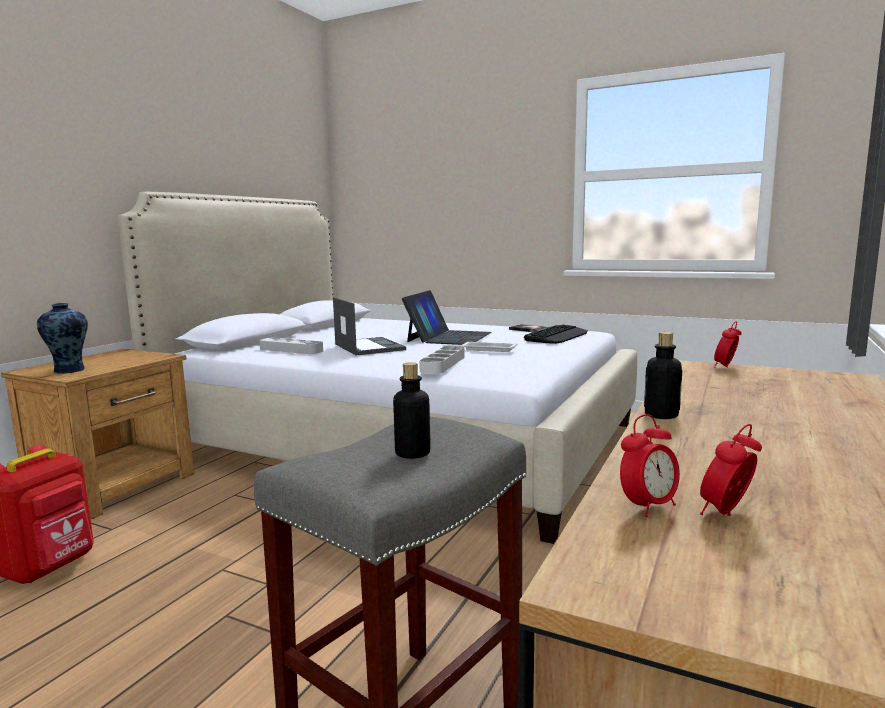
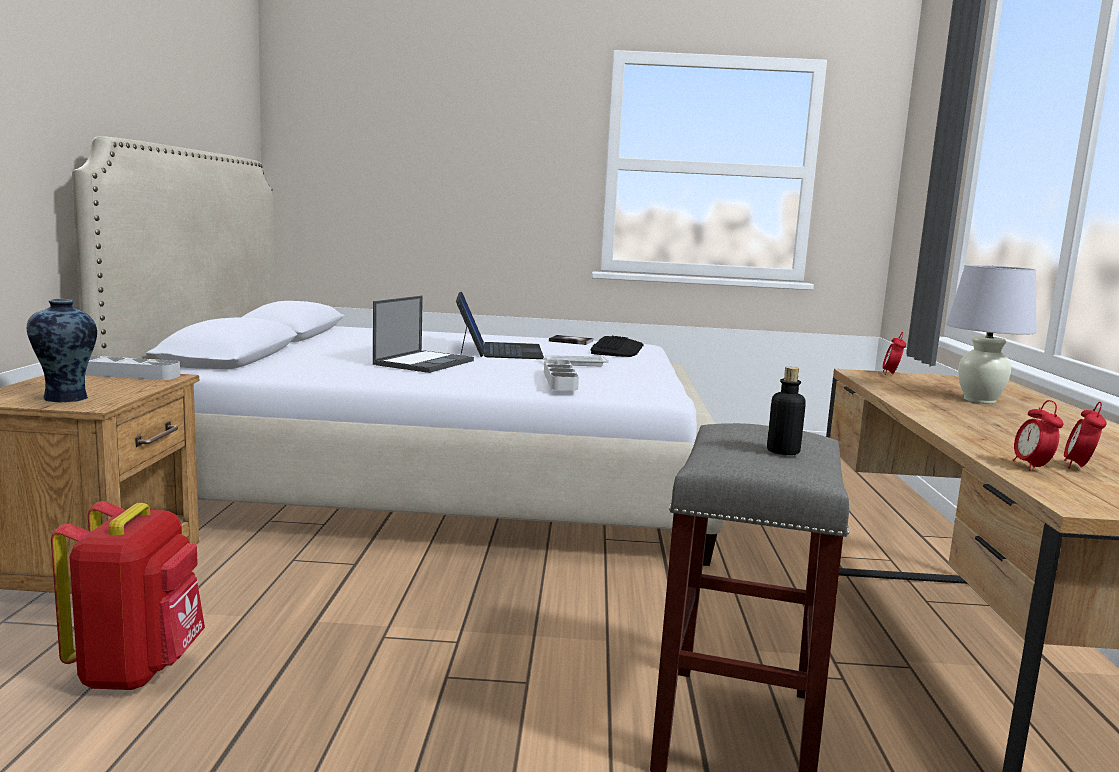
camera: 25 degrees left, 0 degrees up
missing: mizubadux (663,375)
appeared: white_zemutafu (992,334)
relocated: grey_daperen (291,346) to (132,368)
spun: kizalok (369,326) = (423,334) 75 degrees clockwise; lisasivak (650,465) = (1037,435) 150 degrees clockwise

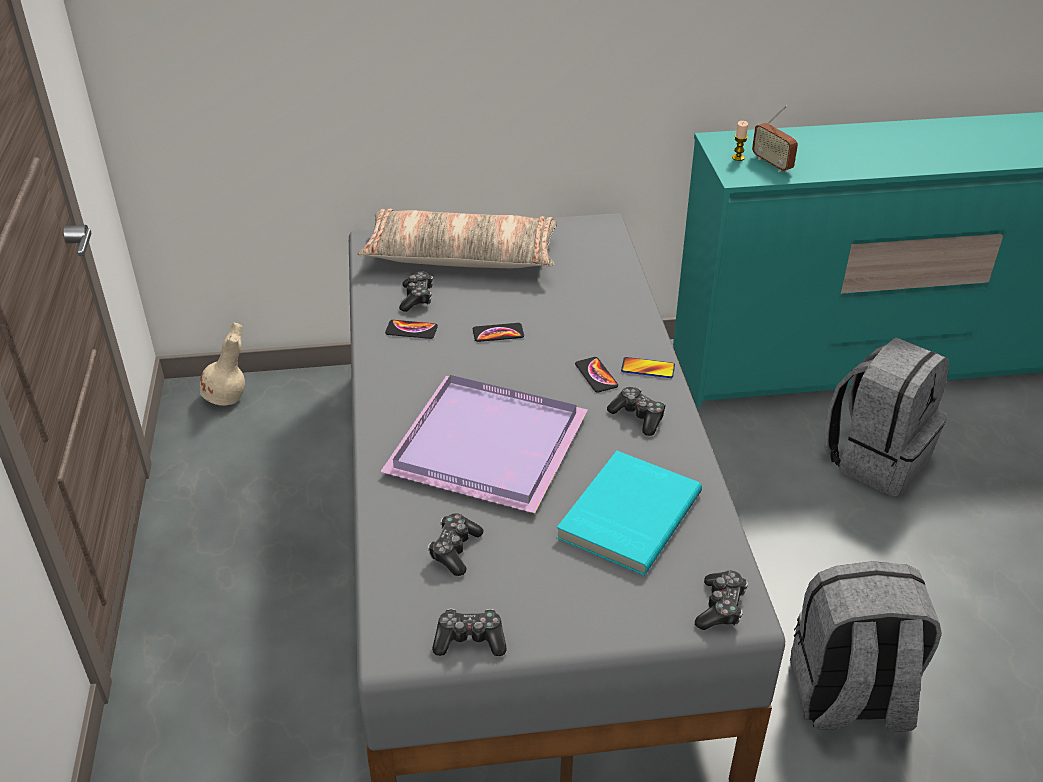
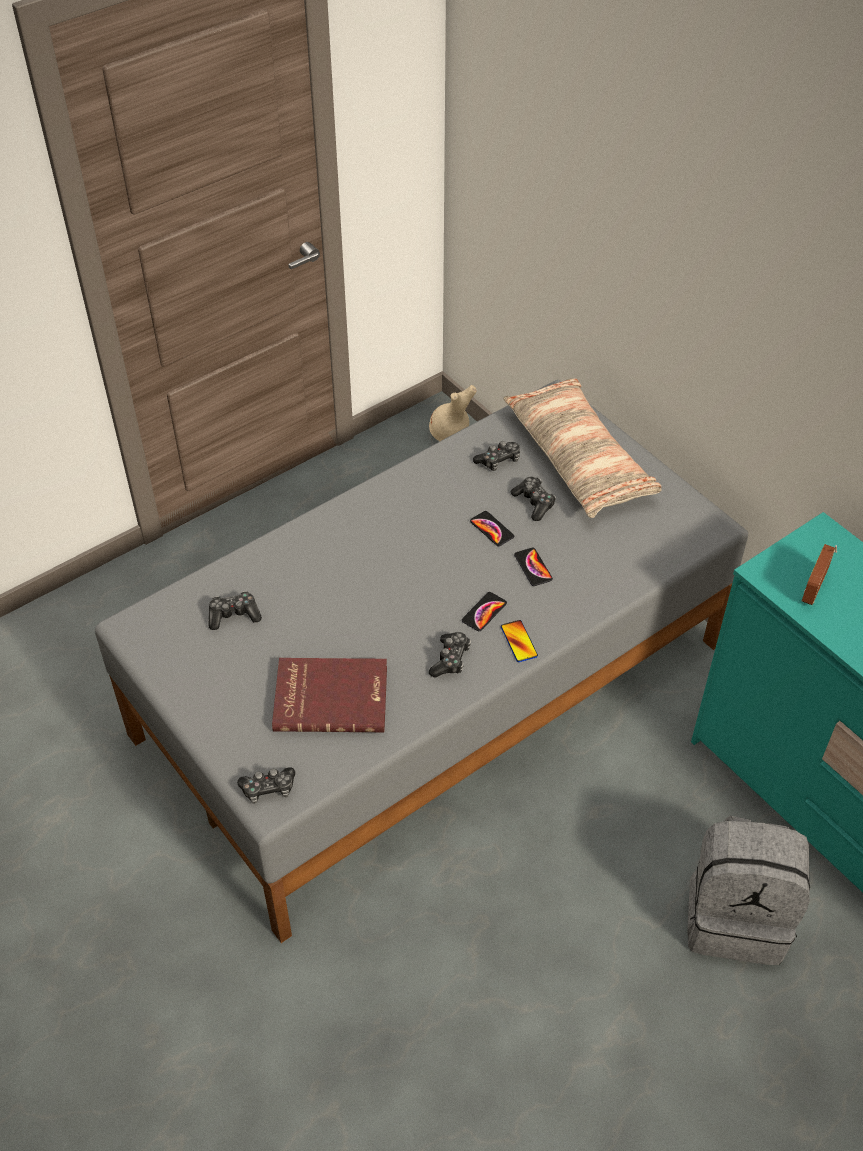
camera: 60 degrees right, 10 degrees up
missing: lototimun (740,141); purple_daperen (484,444); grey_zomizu (866,646)
relocated: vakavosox (411,329) to (533,567); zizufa (469,632) to (533,499)
colour: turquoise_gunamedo (629,513) to red_gunamedo (329,695)

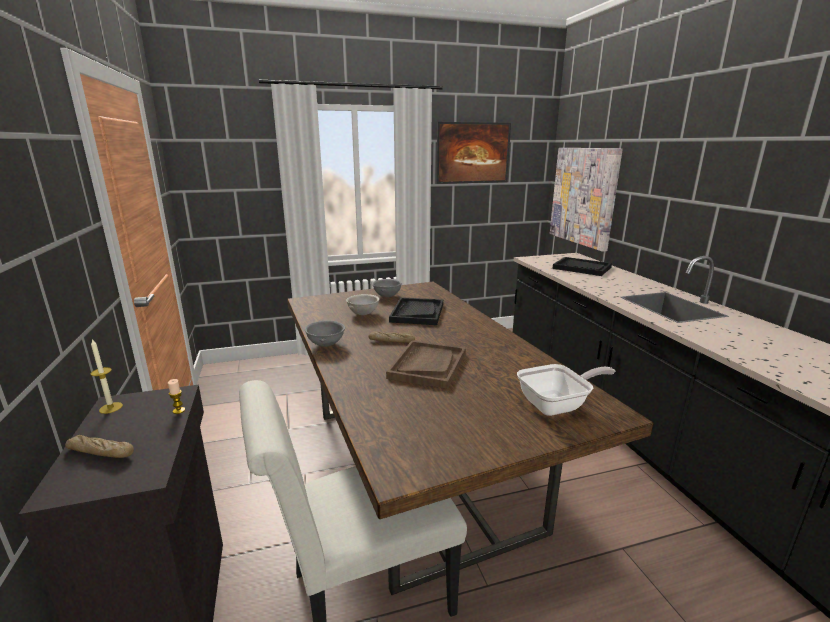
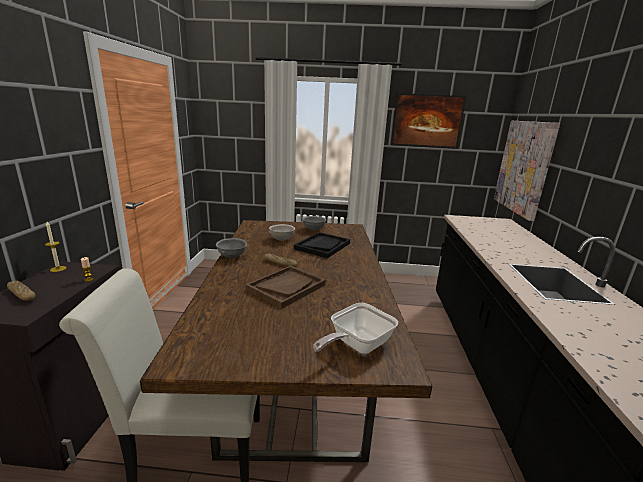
camera: 20 degrees right, 0 degrees up
missing: black_daperen (582,266)
spun: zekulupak (566,390) = (355,328) 135 degrees clockwise

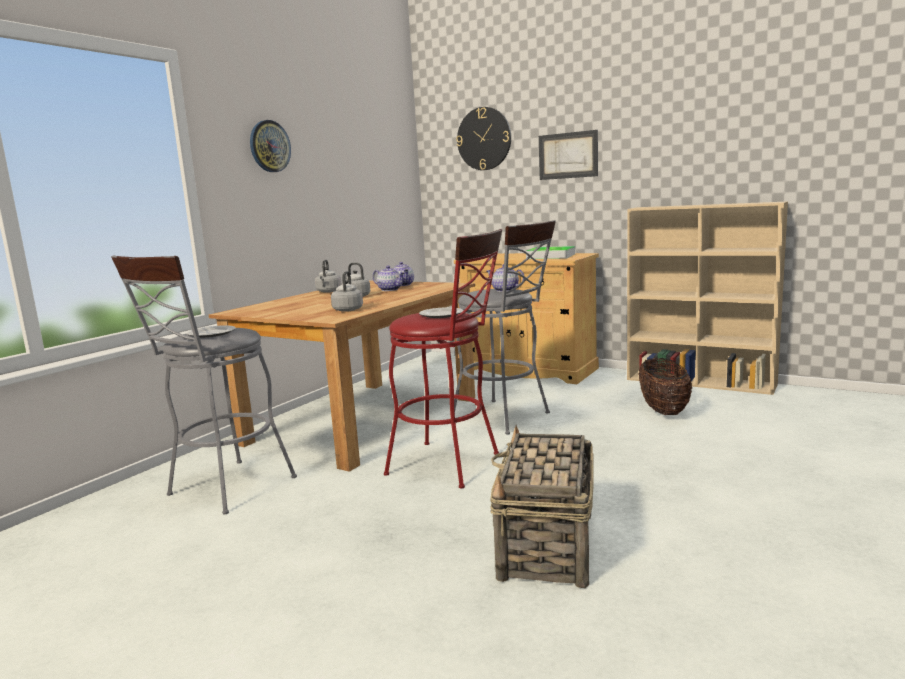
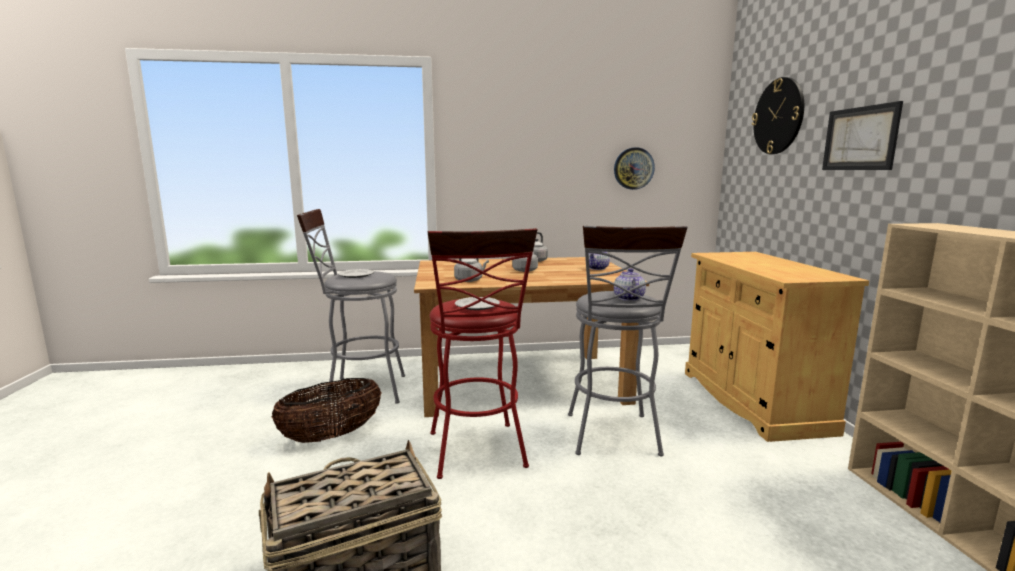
camera: 50 degrees right, 0 degrees up
missing: daperen (550,252); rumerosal (389,278)
relocated: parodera (270,146) to (634,168); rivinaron (665,386) to (326,410)

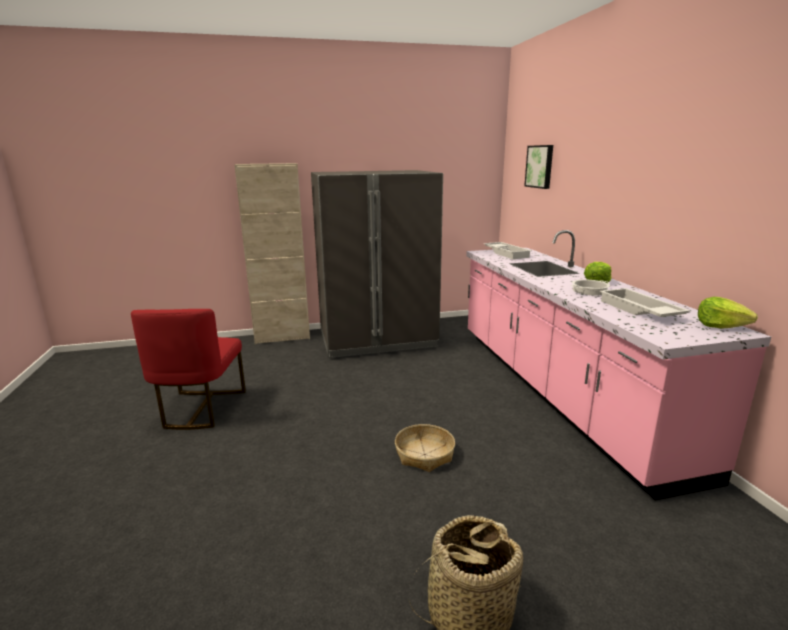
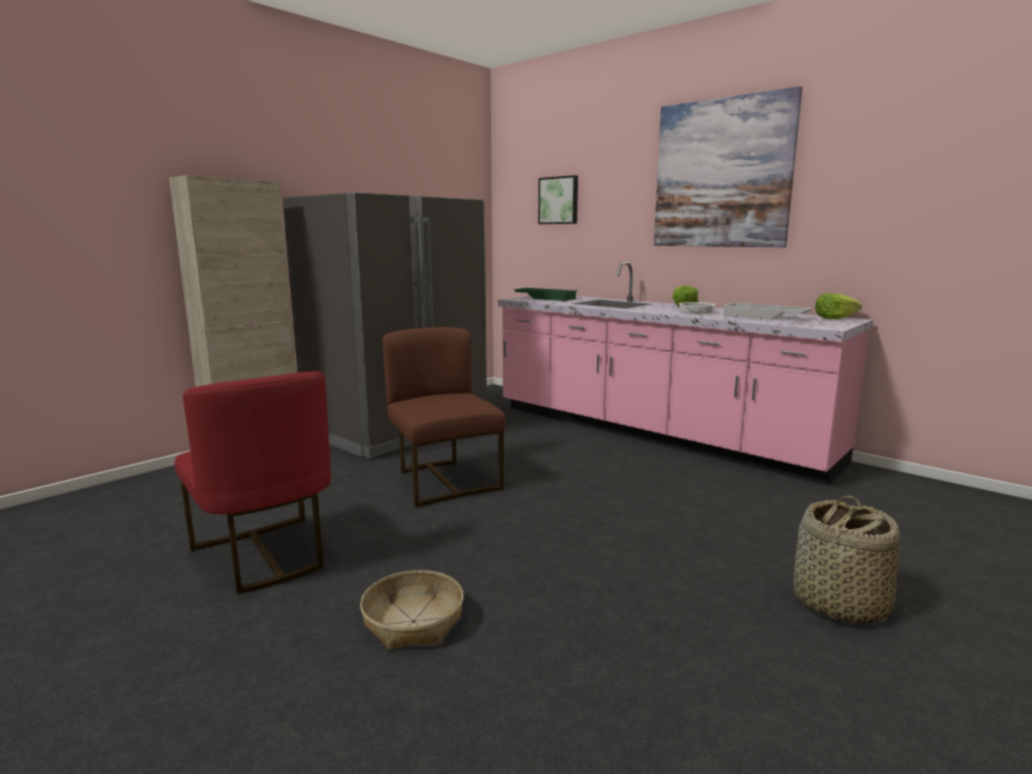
camera: 35 degrees left, 5 degrees down
appeared: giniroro (728,166); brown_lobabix (444,417)
relocated: rivinaron (425,448) to (412,610)
colour: white_daperen (508,250) to green_daperen (545,294)

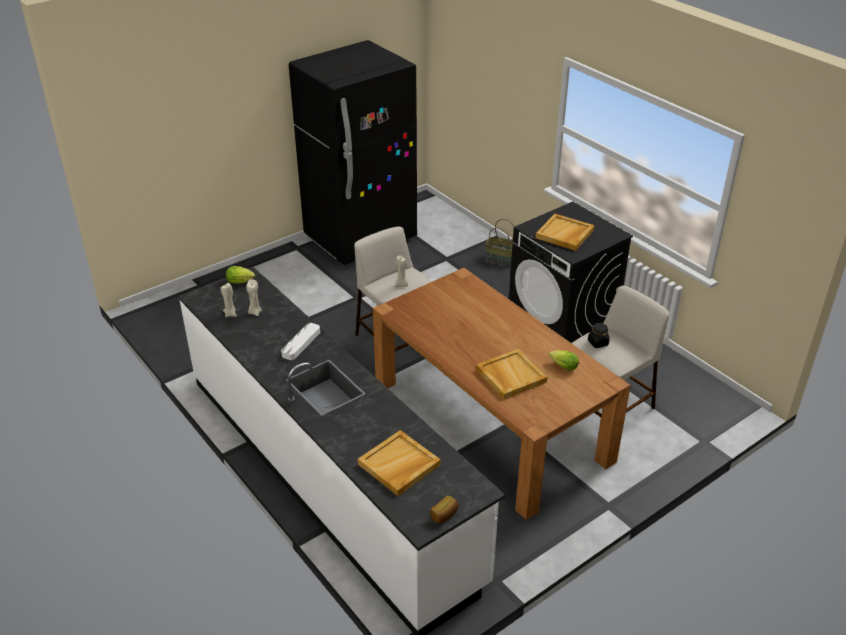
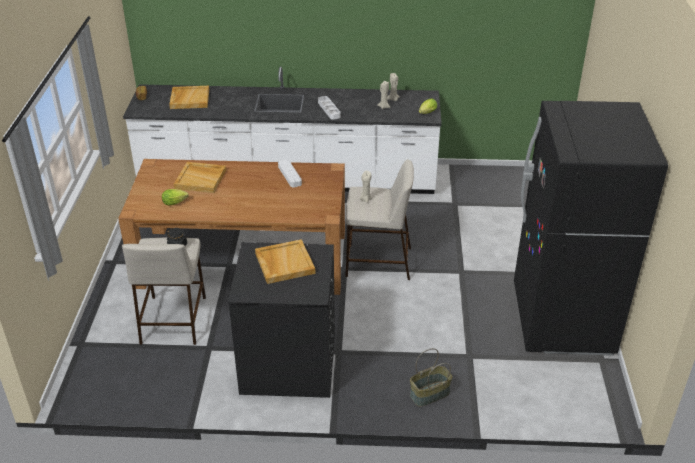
camera: 130 degrees right, 0 degrees up
appeared: white_daperen (290,173)

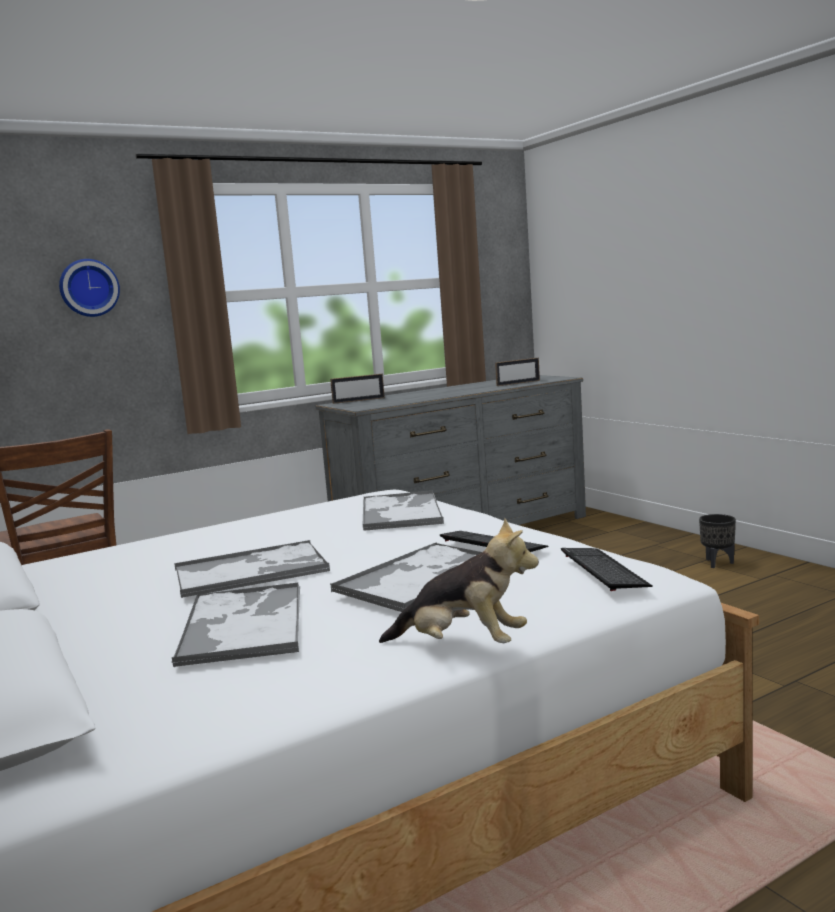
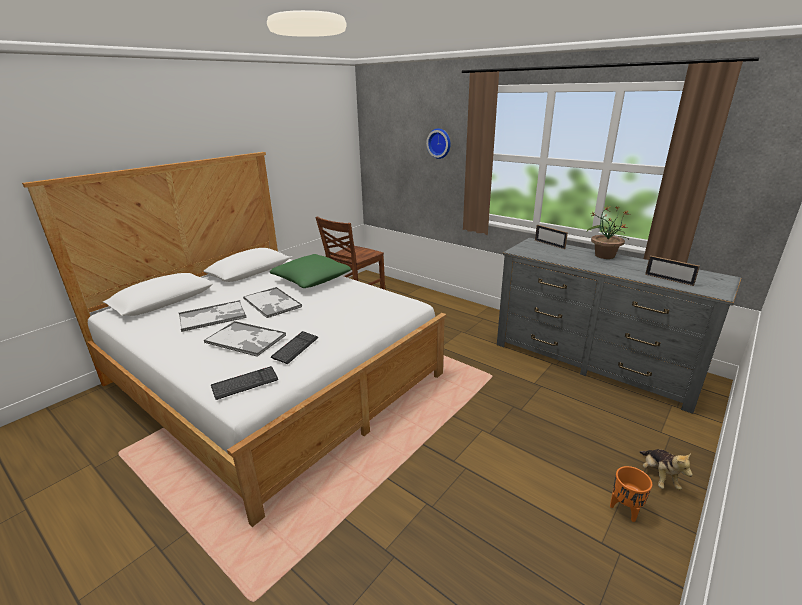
camera: 70 degrees right, 15 degrees up
missing: daperen (403,511)
appeared: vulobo (609,232); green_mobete (310,271)
relocated: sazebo (459,580) to (666,469)
colour: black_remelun (717,541) to orange_remelun (631,494)

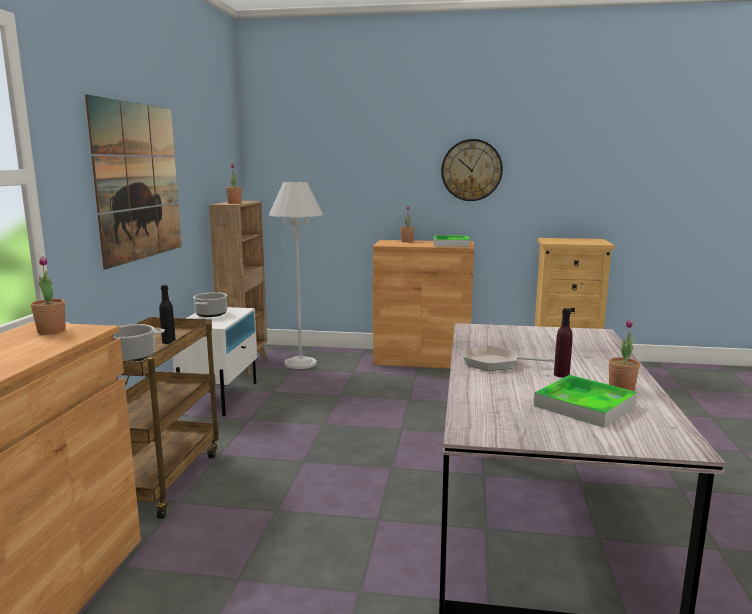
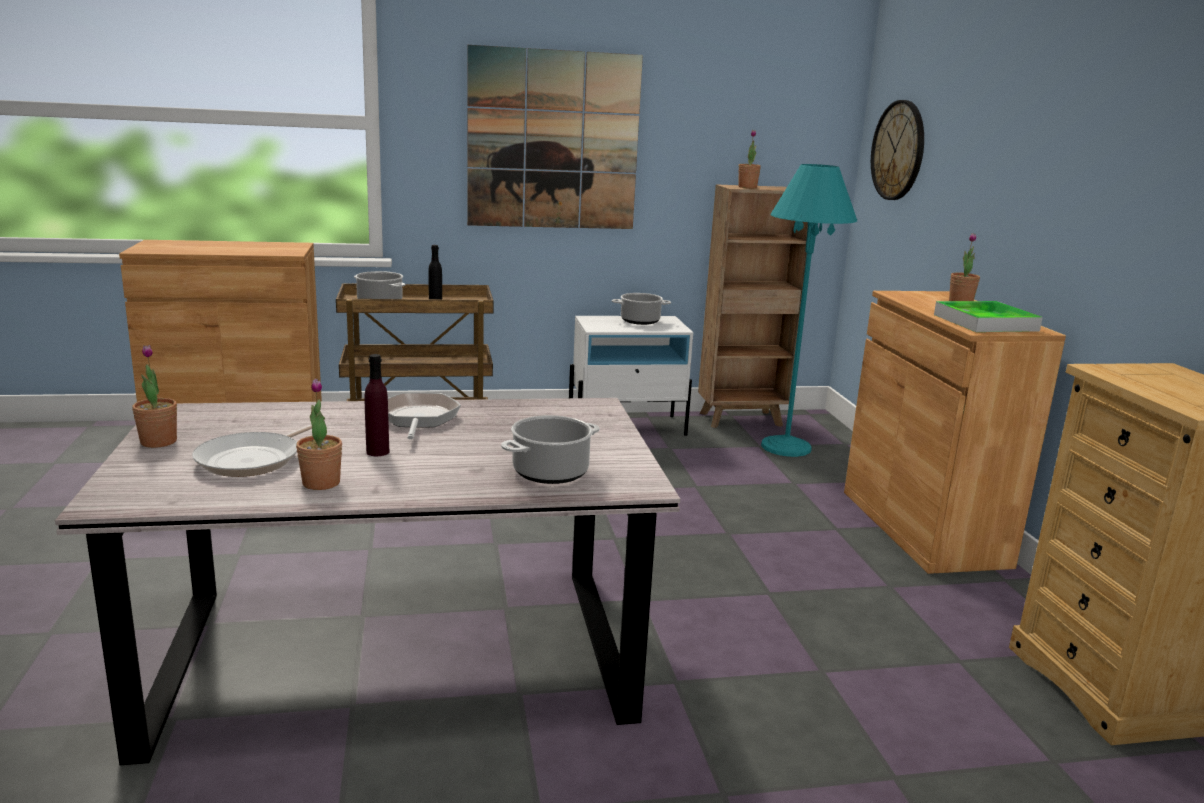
camera: 70 degrees right, 5 degrees up
appeared: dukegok (550,449)
relocated: parodera (472,170) to (897,150); vulobo (48,295) to (154,396)
exchanged: daperen (585,401) to zekulupak (252,450)
colour: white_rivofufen (296,275) to turquoise_rivofufen (809,310)

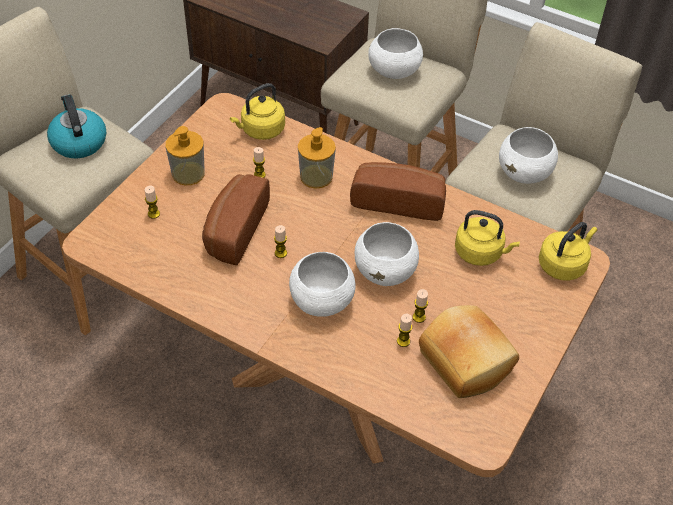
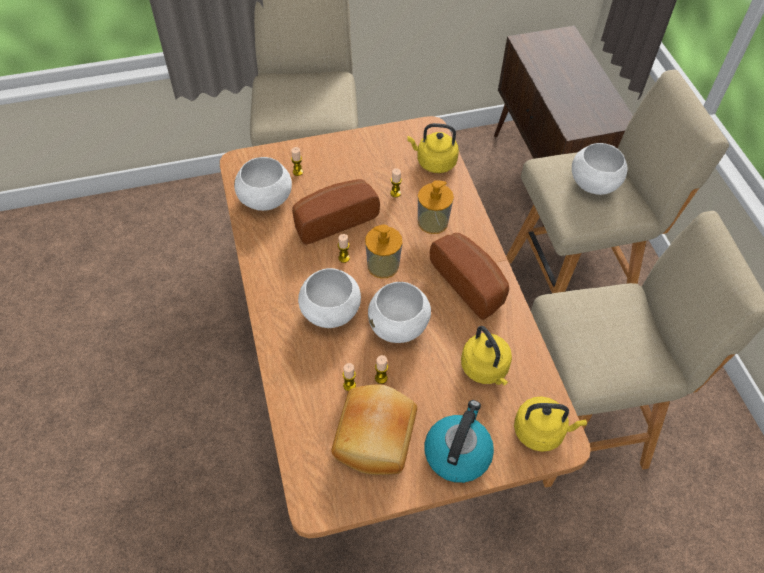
camera: 45 degrees right, 5 degrees up
relocated: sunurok (76,126) to (459,441); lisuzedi (185,155) to (383,251); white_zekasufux (528,155) to (263,184)

